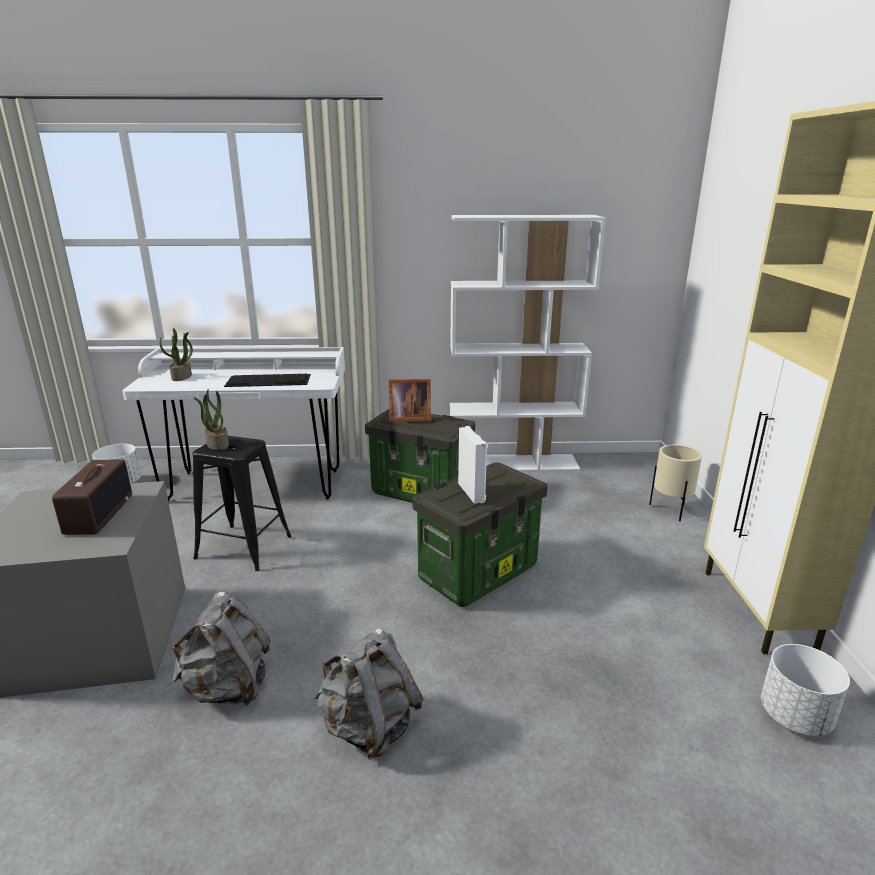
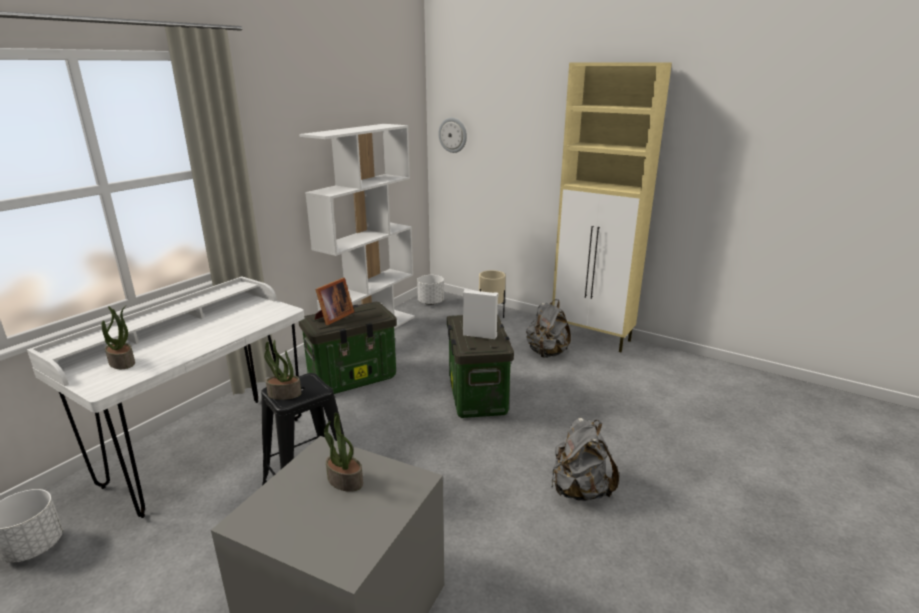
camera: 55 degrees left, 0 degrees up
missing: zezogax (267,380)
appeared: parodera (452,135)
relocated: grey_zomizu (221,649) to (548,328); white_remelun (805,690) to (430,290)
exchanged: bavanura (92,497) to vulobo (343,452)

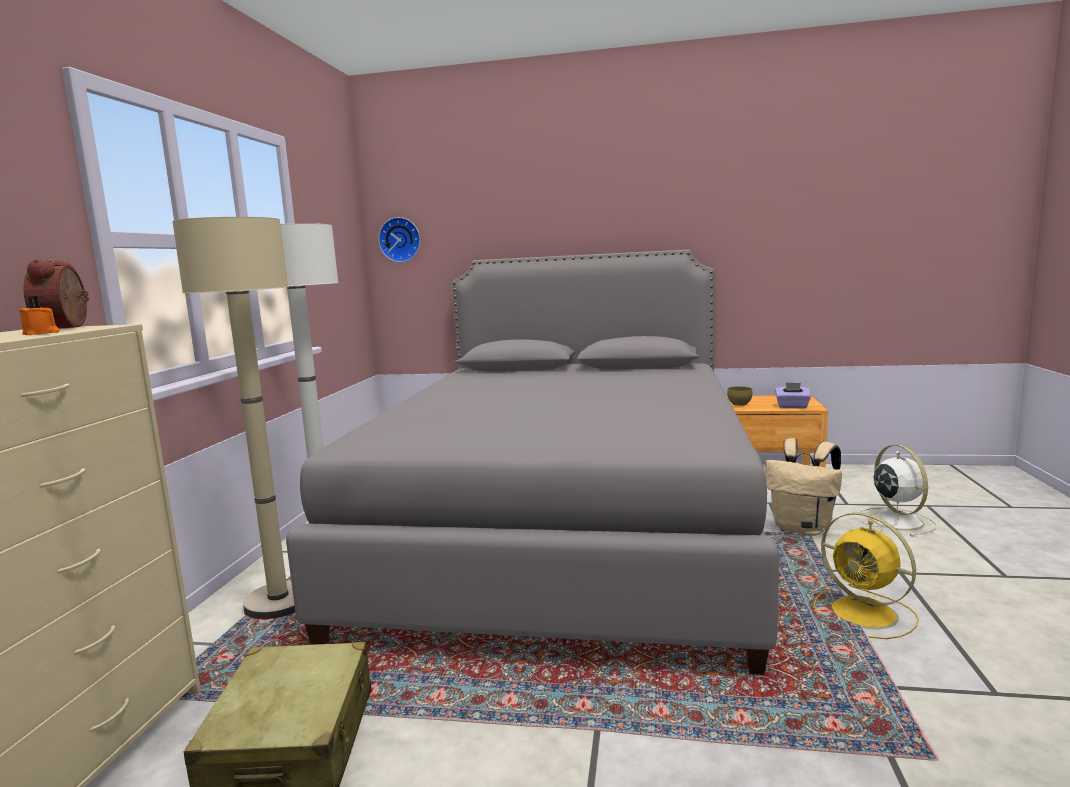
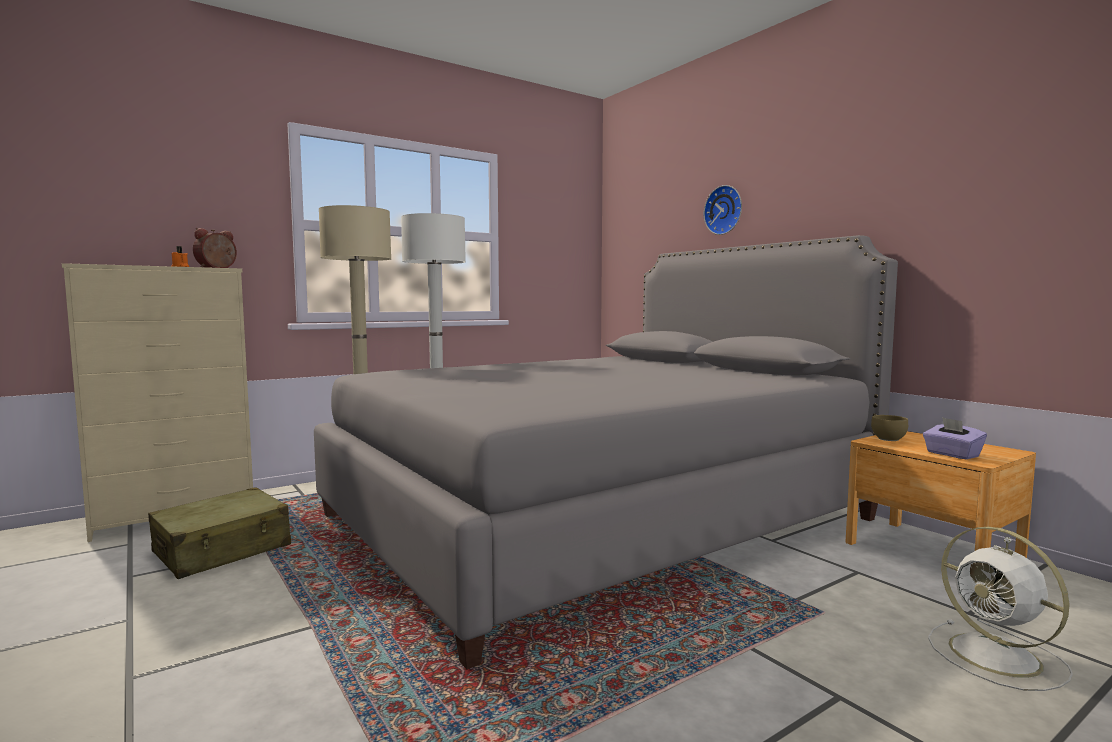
camera: 45 degrees right, 5 degrees down
missing: beige_zomizu (803,487); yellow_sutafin (866,575)
relocated: parodera (399,239) to (723,210)
spun: white_sutafin (896,491) = (1000,609) 120 degrees clockwise

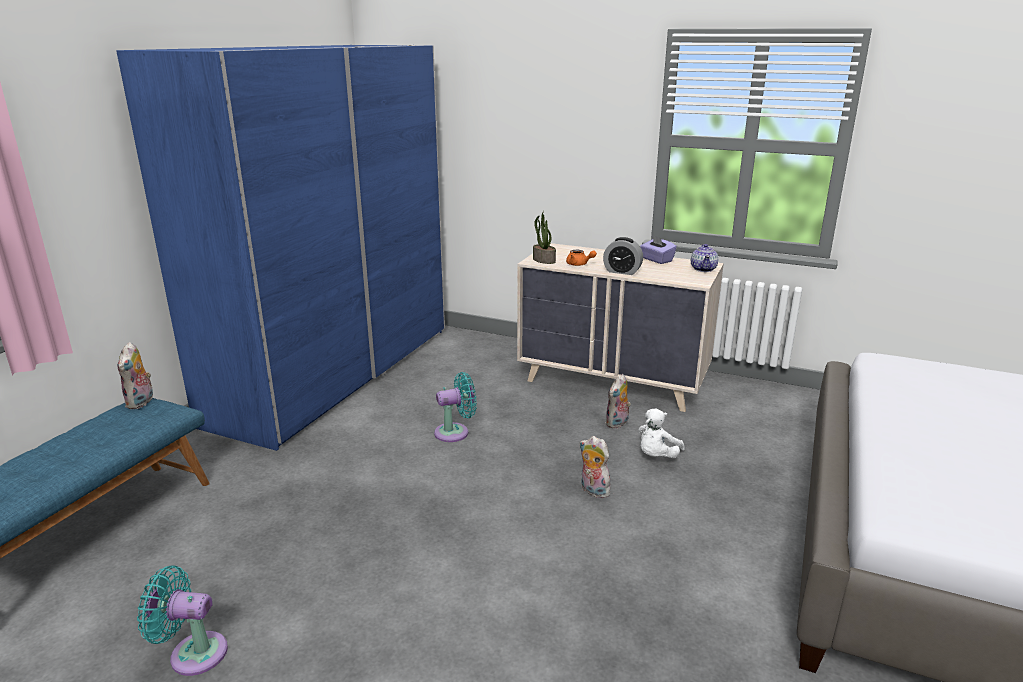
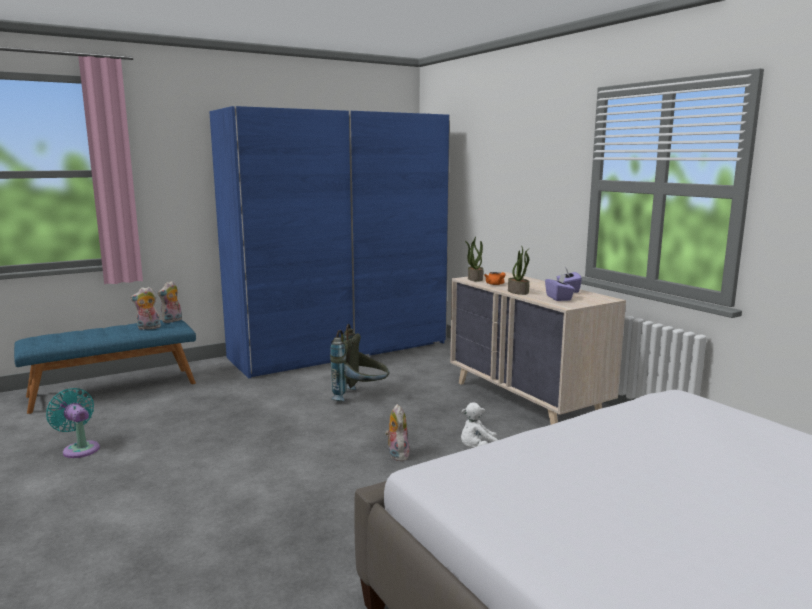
camera: 35 degrees right, 10 degrees down
missing: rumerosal (705,258)
appeared: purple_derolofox (560,287)
relocated: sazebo (618,401) to (145,308)
exchanged: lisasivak (623,256) to vulobo (518,271); turquoise_sutafin (455,407) to grey_zomizu (360,362)

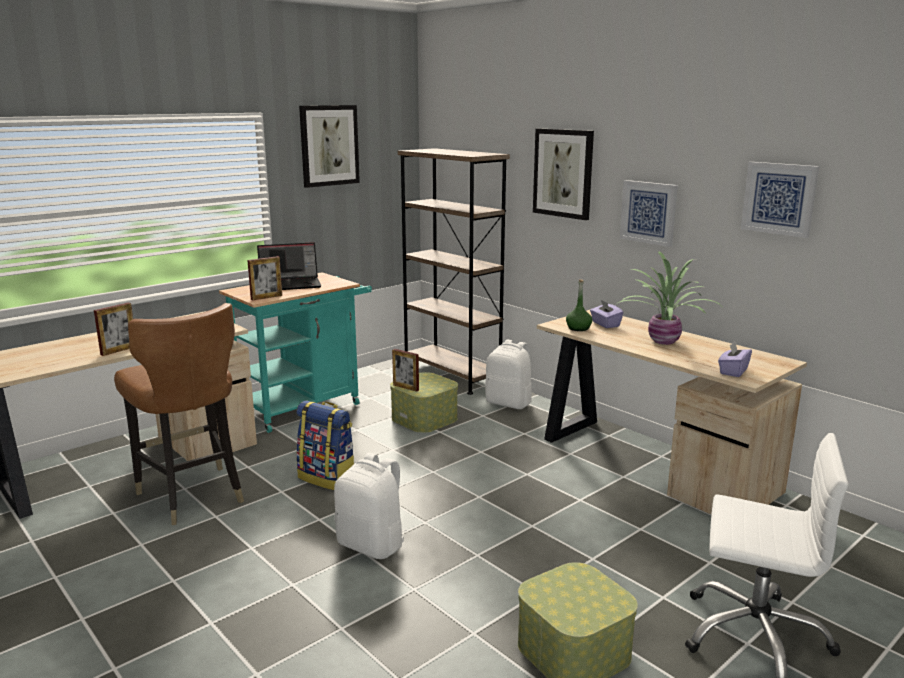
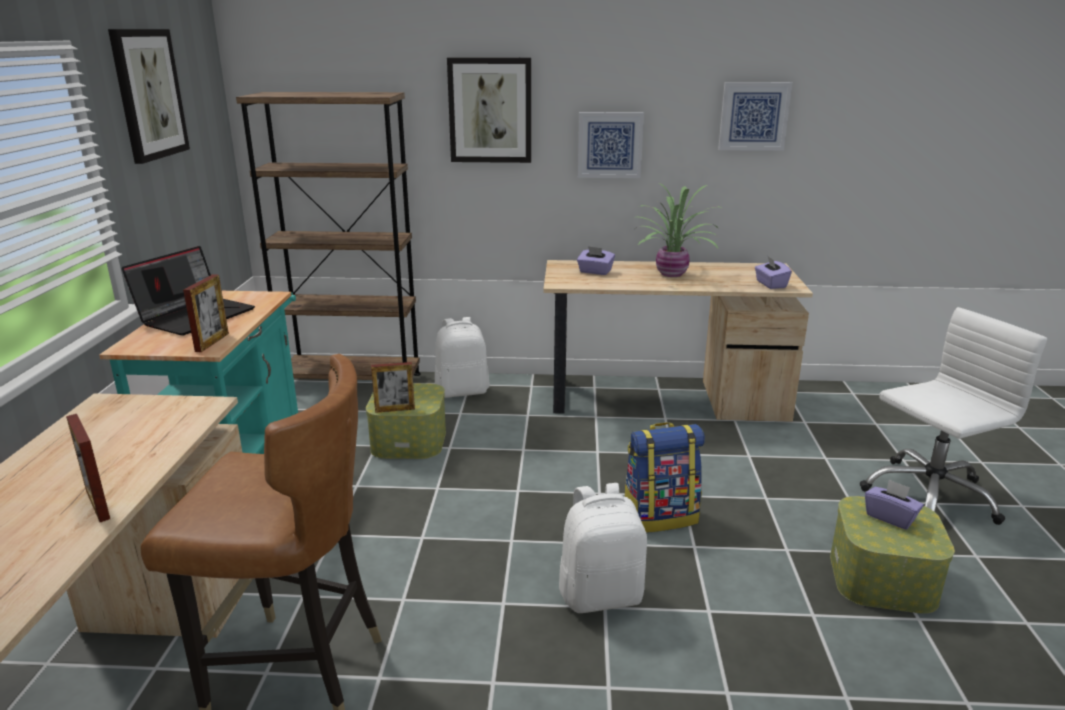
camera: 45 degrees left, 5 degrees up
missing: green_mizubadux (579,305)
appeared: purple_derolofox (894,504)
relocated: zomizu (325,445) to (665,477)
spun: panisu (113,329) = (88,468) 150 degrees clockwise

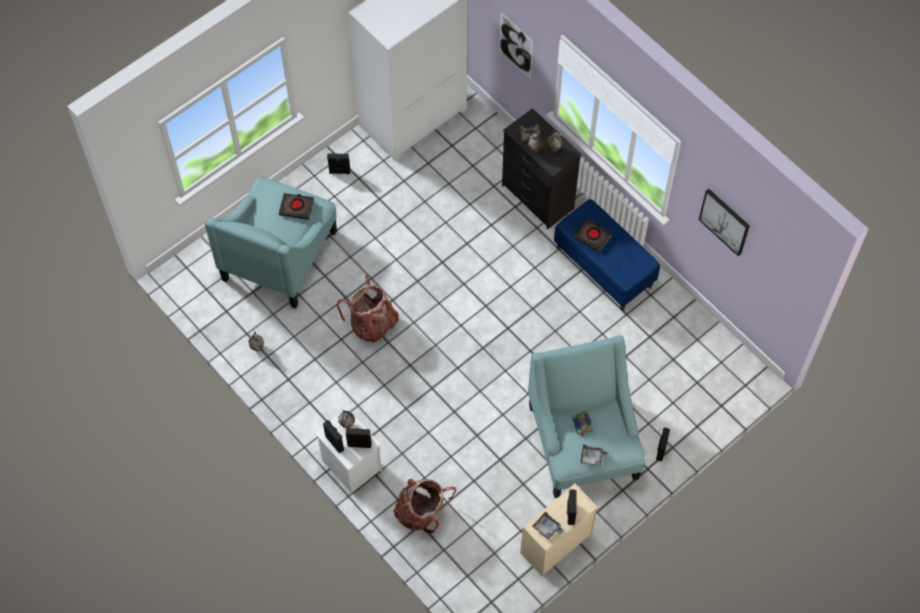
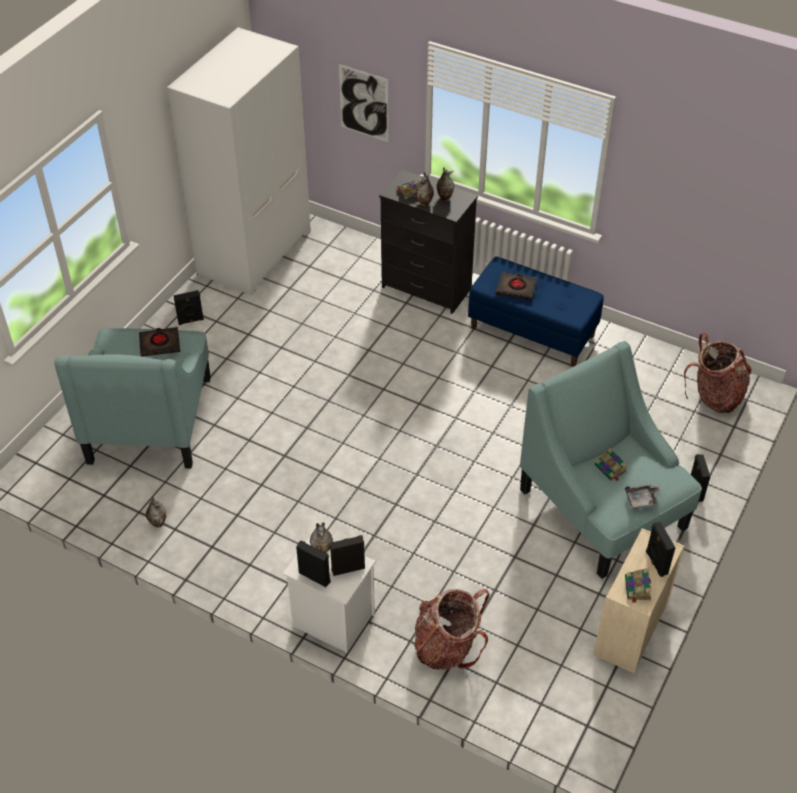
camera: 20 degrees left, 15 degrees down
missing: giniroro (724,222)
relocated: zomizu (368,309) to (718,373)
exchanged: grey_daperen (548,525) to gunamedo (638,585)

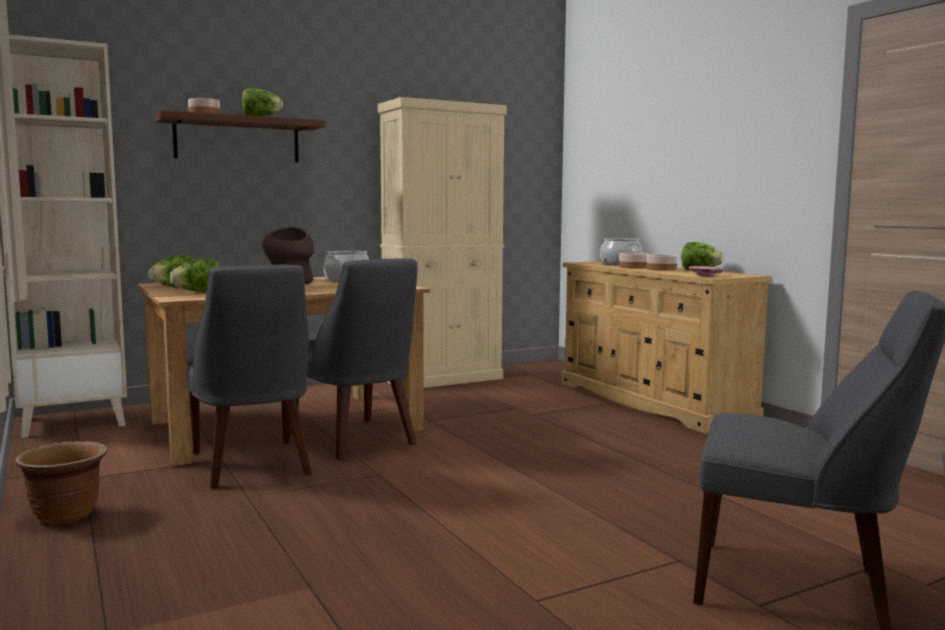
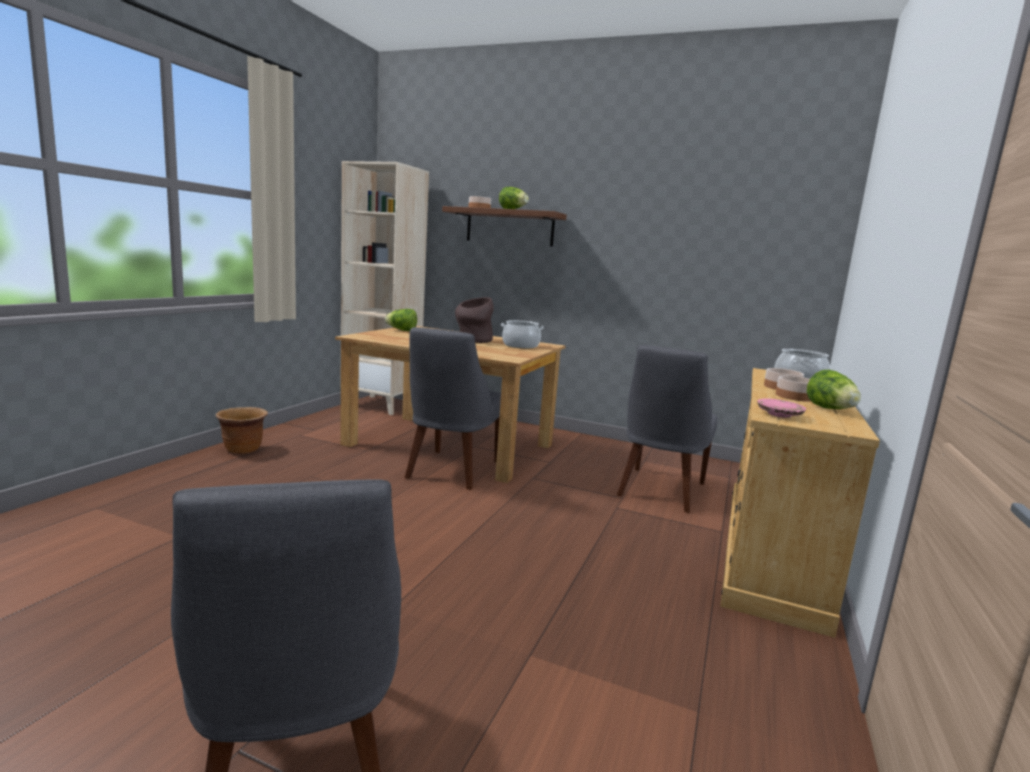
camera: 50 degrees right, 5 degrees up
missing: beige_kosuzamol (442,242); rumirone (195,275)
relocated: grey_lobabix (249,377) to (667,429)

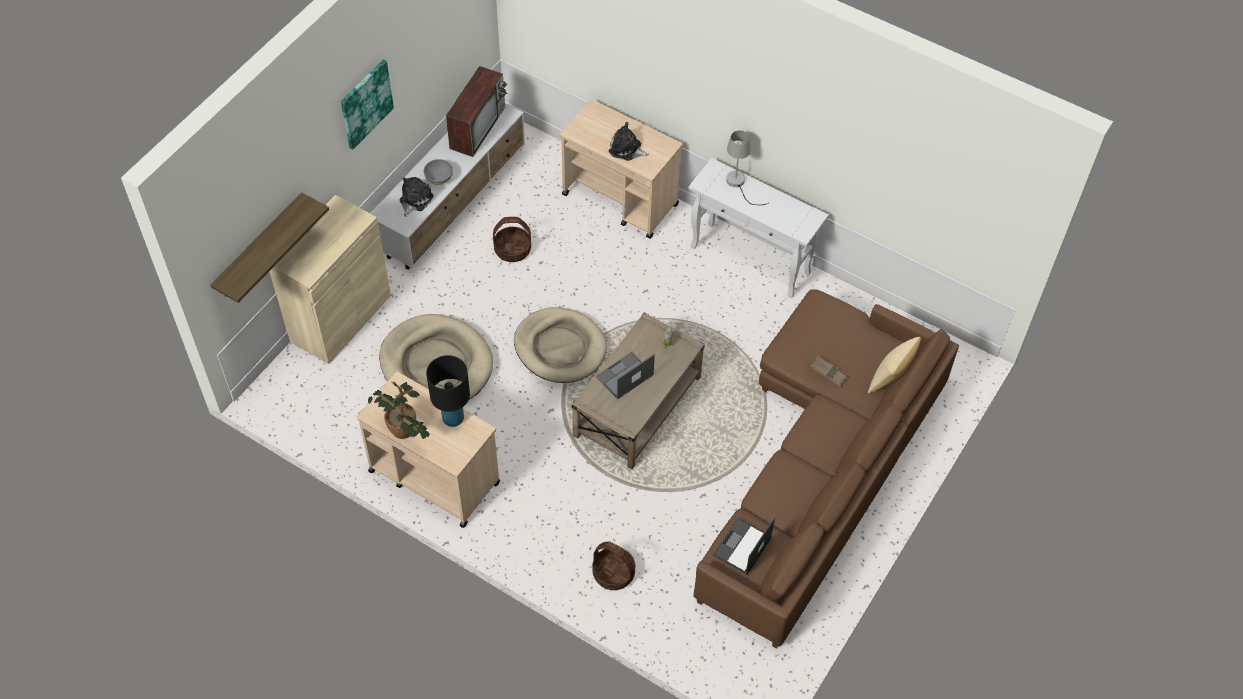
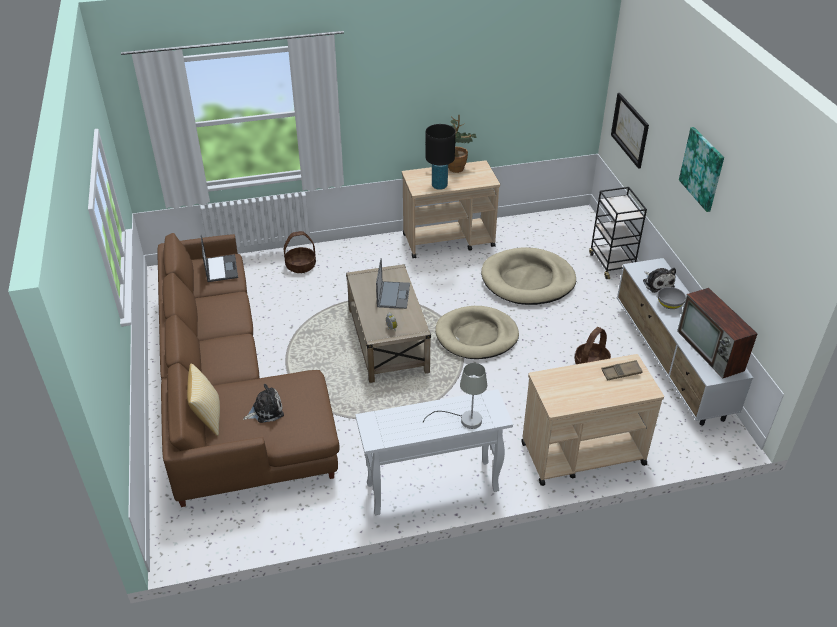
camera: 135 degrees right, 15 degrees down
relocated: sazebo (629,141) to (263,403); brown_daperen (829,371) to (622,370)
exchanged: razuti (269,248) to giniroro (630,131); beige_kosuzamol (330,279) to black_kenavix (618,233)

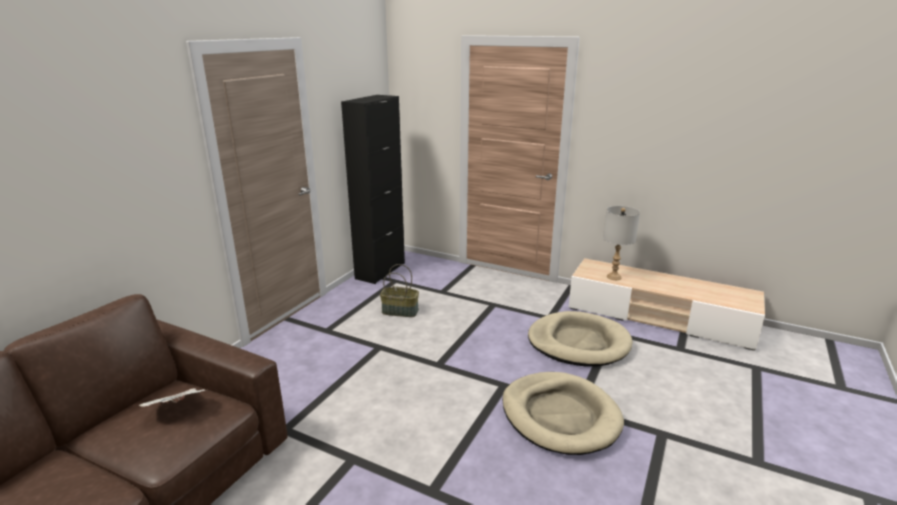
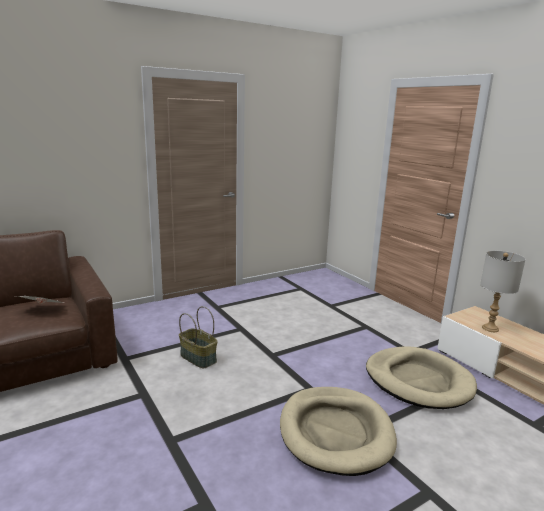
camera: 30 degrees right, 5 degrees down
missing: black_kosuzamol (373,189)
relocated: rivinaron (399,290) to (198,337)

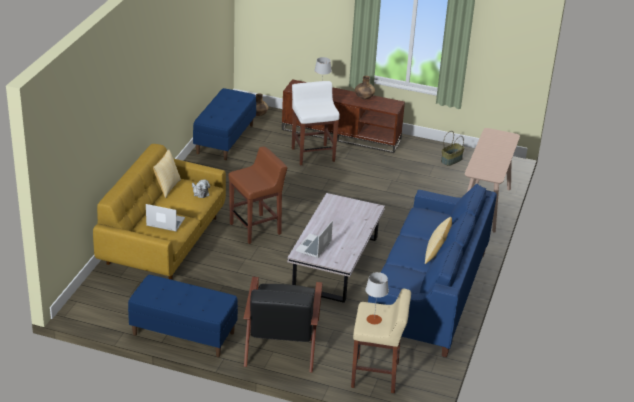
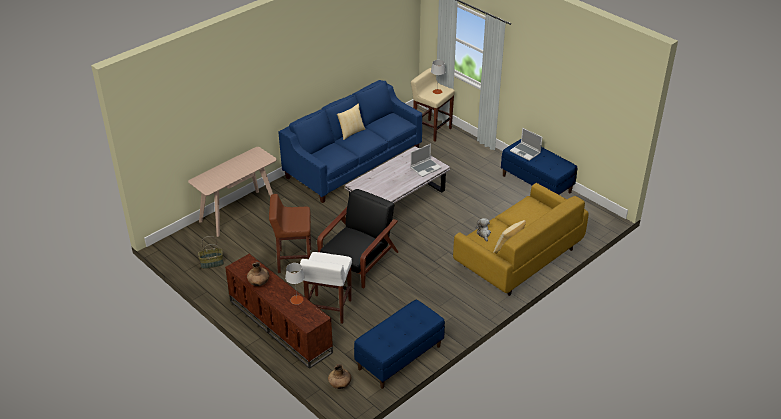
camera: 150 degrees left, 5 degrees up
relocated: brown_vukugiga (258,195) to (290,233); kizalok (165,217) to (526,144); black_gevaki (282,324) to (357,238)

